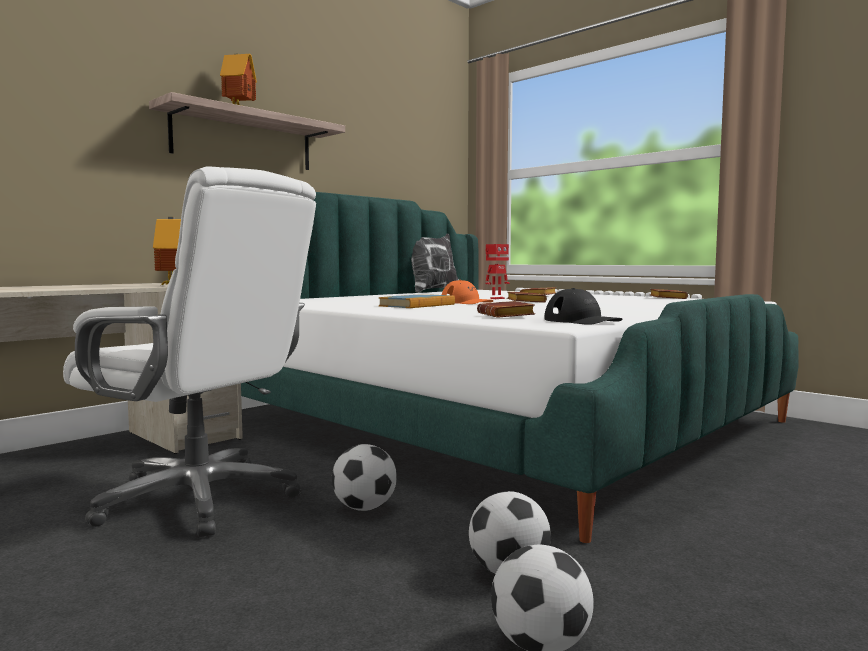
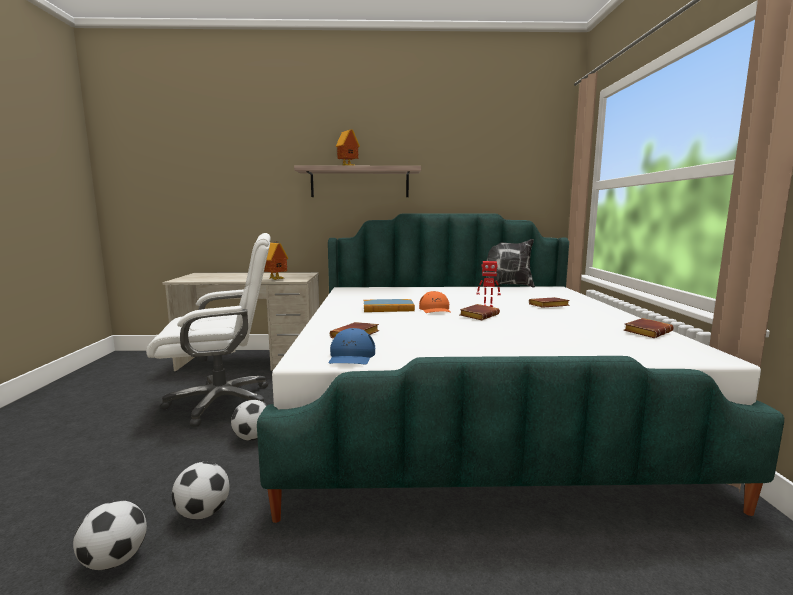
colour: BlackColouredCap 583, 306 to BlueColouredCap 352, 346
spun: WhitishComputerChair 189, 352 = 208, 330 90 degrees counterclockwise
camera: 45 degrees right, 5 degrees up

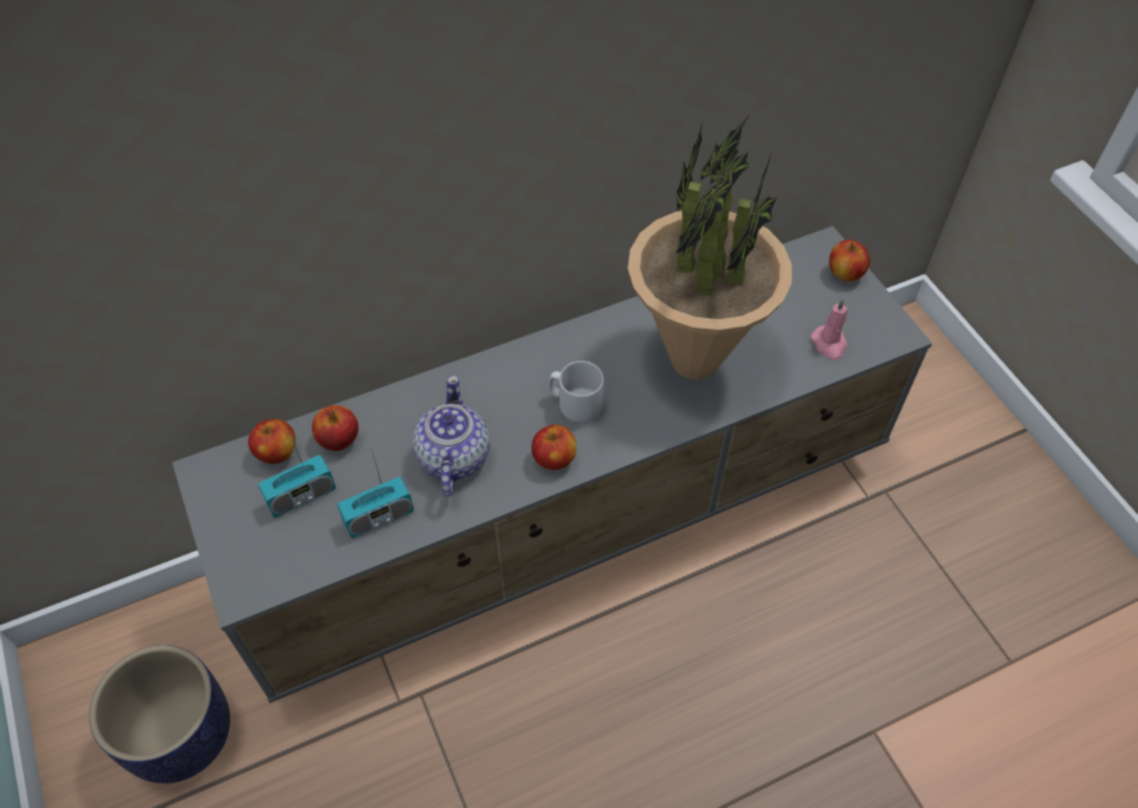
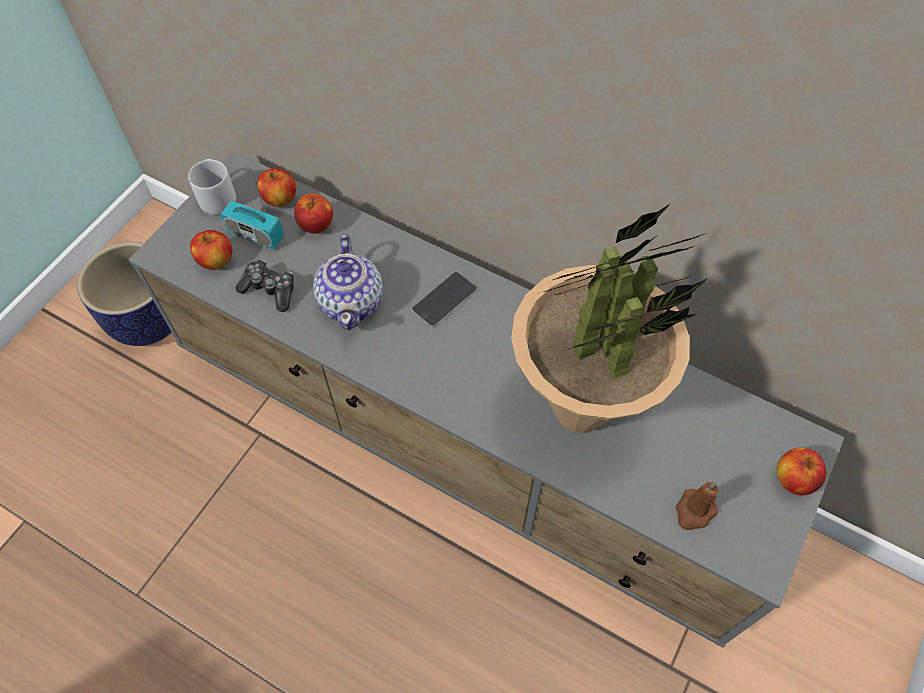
appeared: Telephone 444, 300
relocated: WholeApple 554, 447 to 211, 250; GreyishTeaMug 576, 392 to 212, 187
exchanged: RadioReceiver 375, 493 to Joypad 265, 285
colour: PinkWaxCandle 829, 329 to BrownWaxCandle 697, 506
spun: Teapot 451, 435 = 348, 282 120 degrees clockwise
camera: 55 degrees right, 5 degrees up

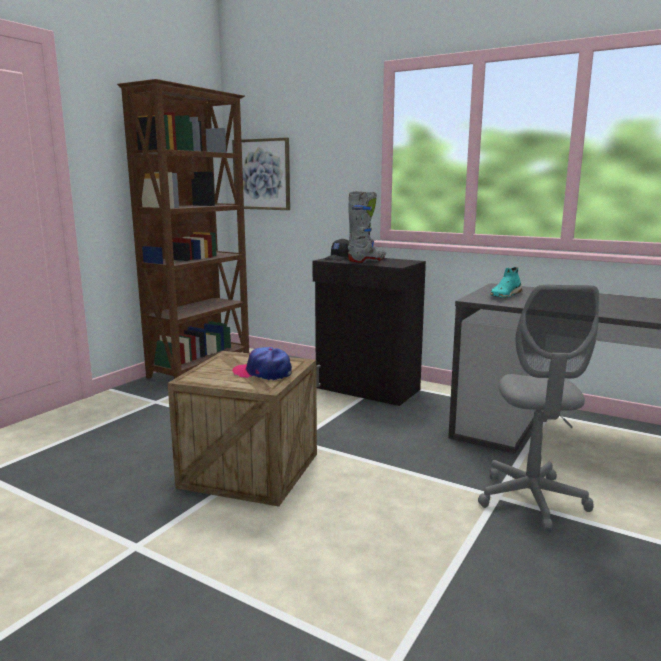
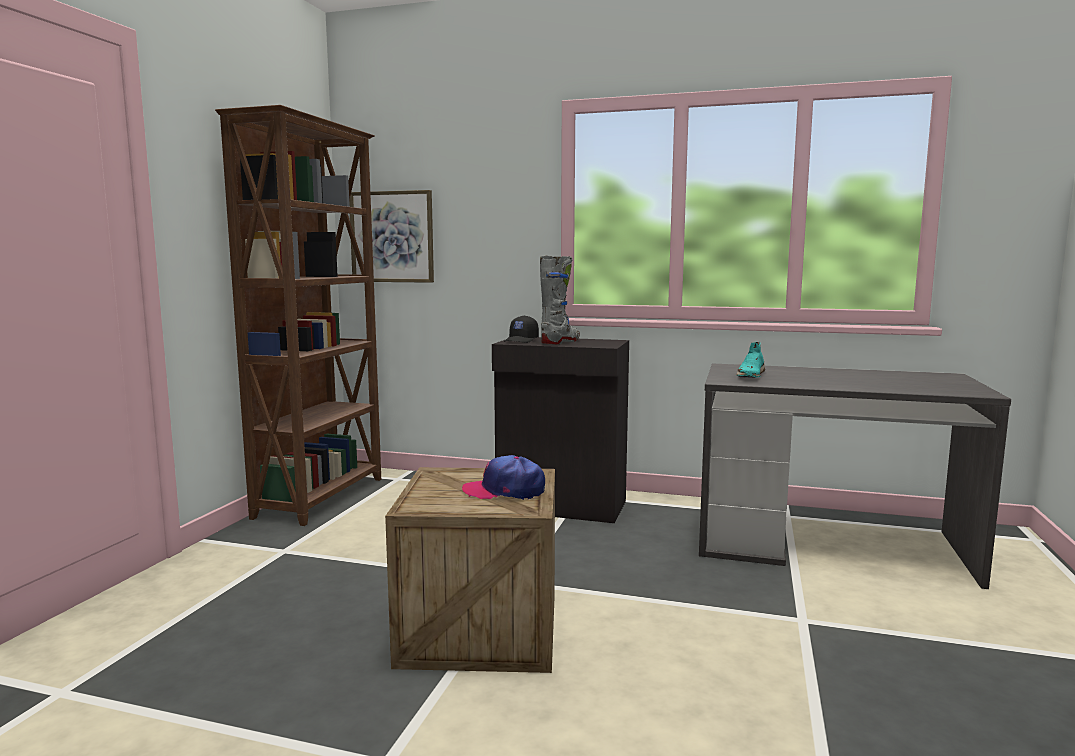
missing: GreyishComputerChair 538, 408
camera: 15 degrees left, 5 degrees down

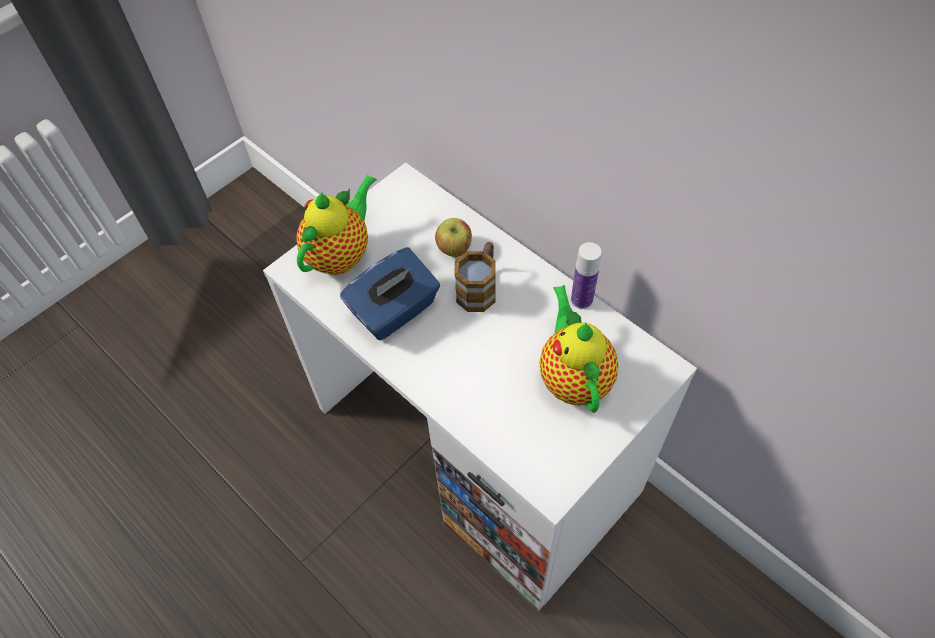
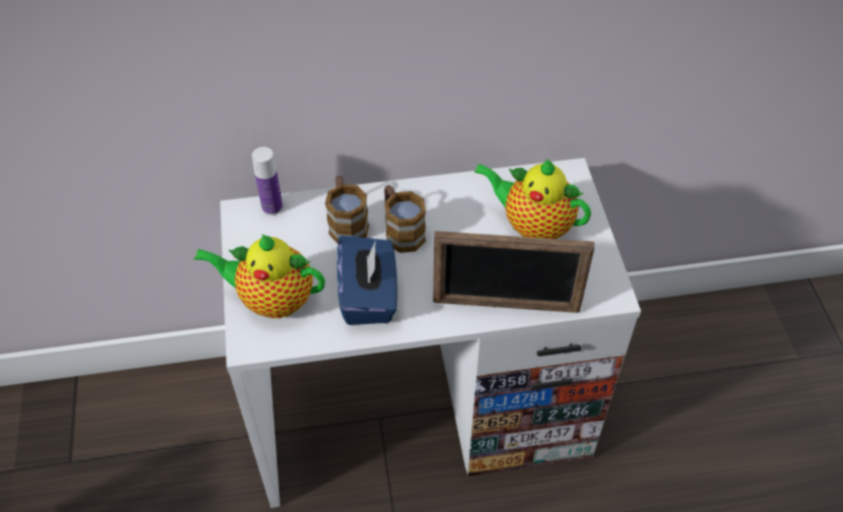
appeared: StandingFrame 514, 272
relocated: Bottle 586, 275 to 267, 181
exchanged: WholeApple 453, 237 to TeaMug 347, 210
spun: Teapot 337, 225 = 259, 276 60 degrees counterclockwise
camera: 55 degrees left, 5 degrees down

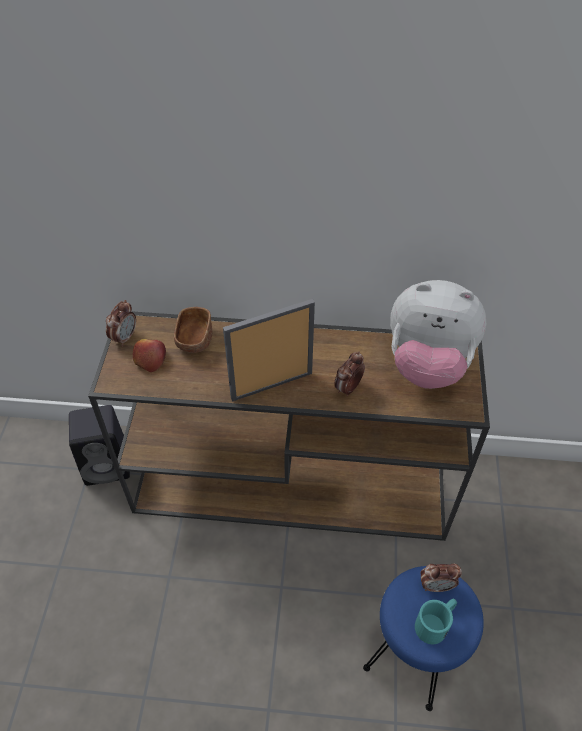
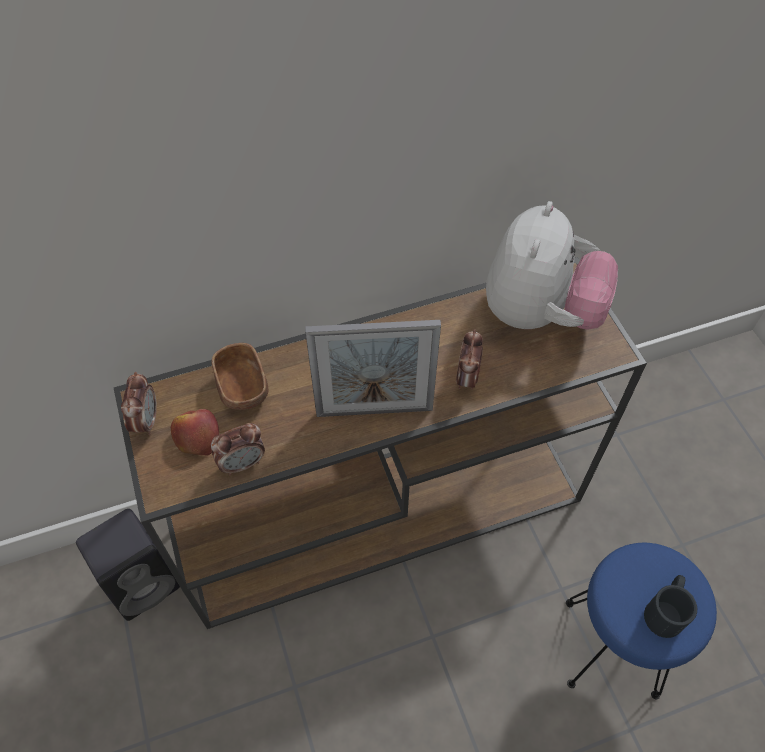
relocated: BedsideClock 441, 577 to 238, 449
colour: TurquoiseTeaMug 436, 621 to BlackColouredTeaMug 670, 606
spun: StandingFrame 269, 350 = 373, 368 135 degrees counterclockwise; PlushToy 438, 334 = 552, 265 60 degrees counterclockwise
camera: 25 degrees left, 5 degrees up

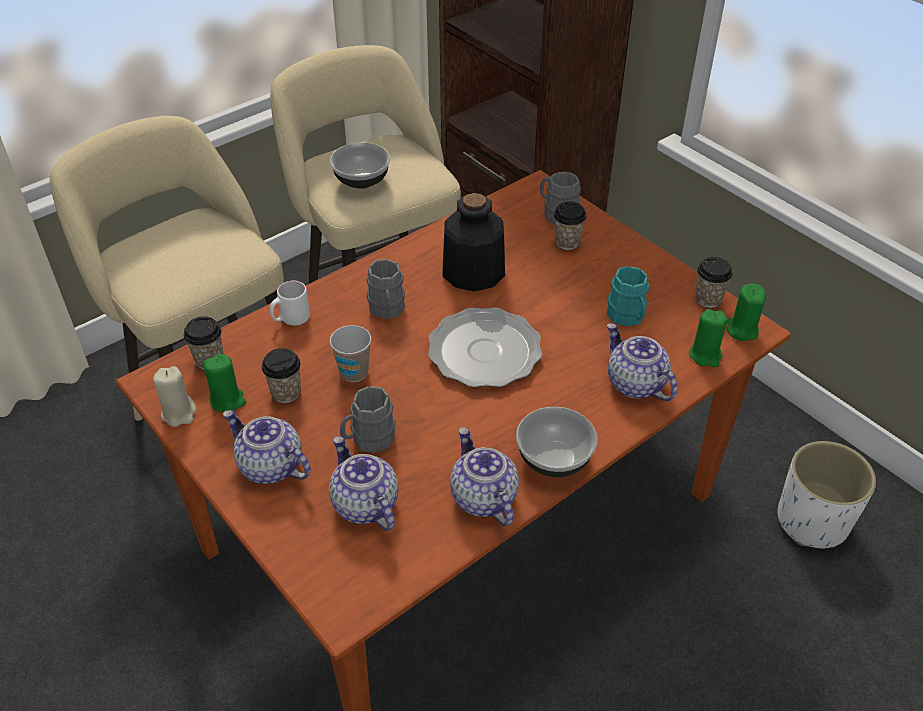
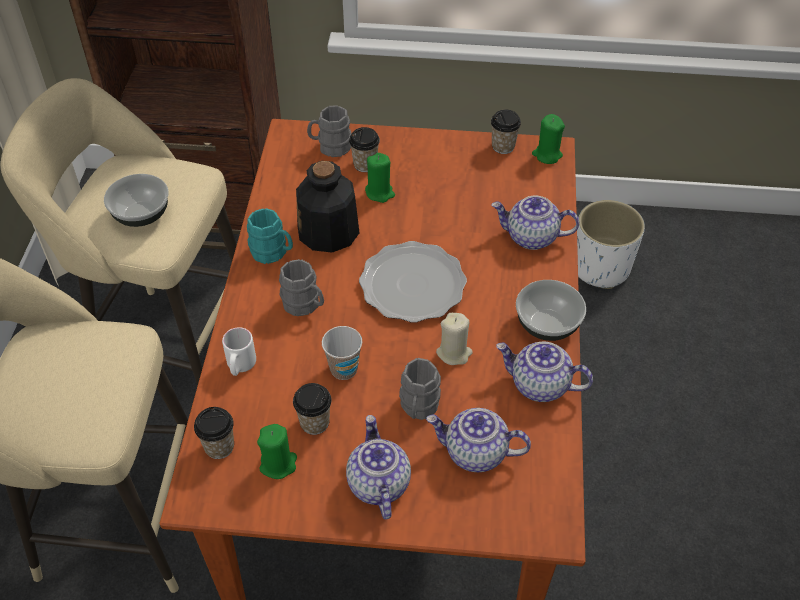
relocated: BeigeWaxCandle 174, 396 to 454, 339; TurquoiseTeaMug 628, 296 to 270, 236; GreenishWaxCandle 708, 338 to 380, 178
spun: Teapot 267, 447 = 378, 467 90 degrees clockwise
camera: 45 degrees left, 5 degrees up

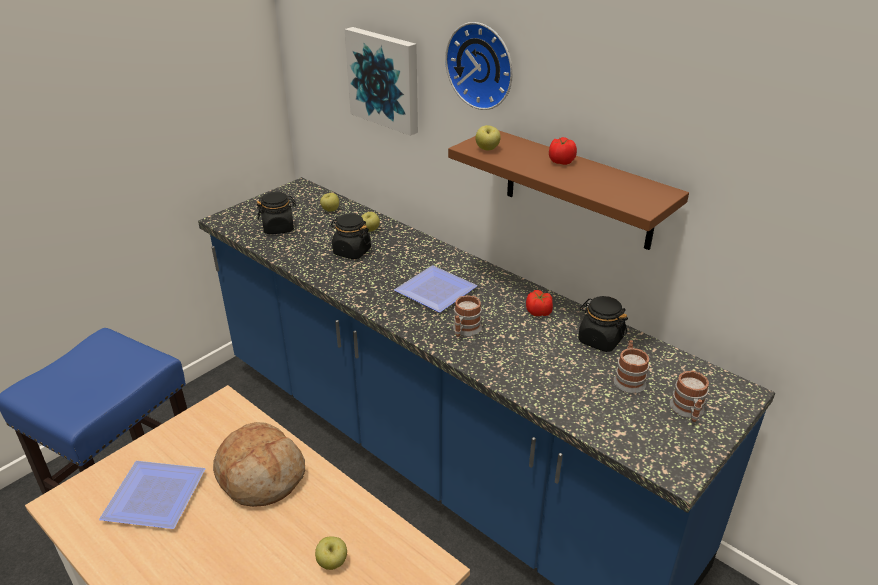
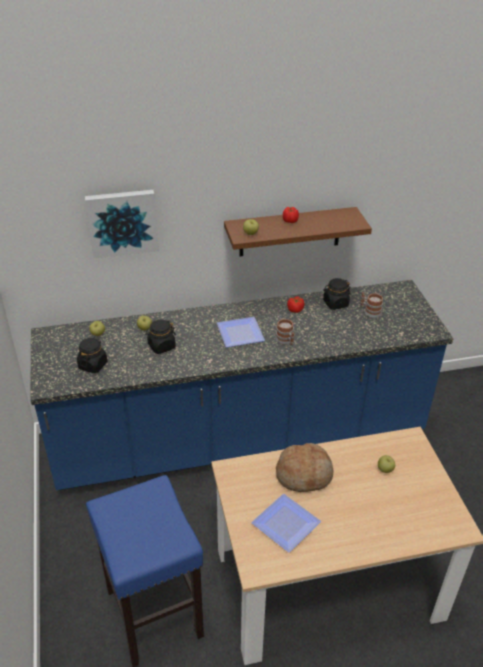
missing: HangingClock 479, 66; TeaMug 689, 396
camera: 55 degrees left, 5 degrees up

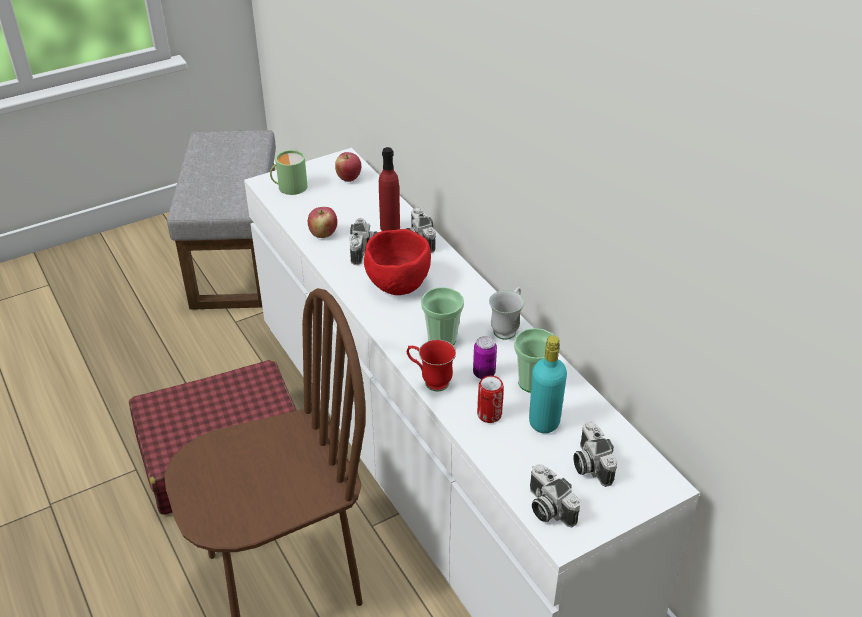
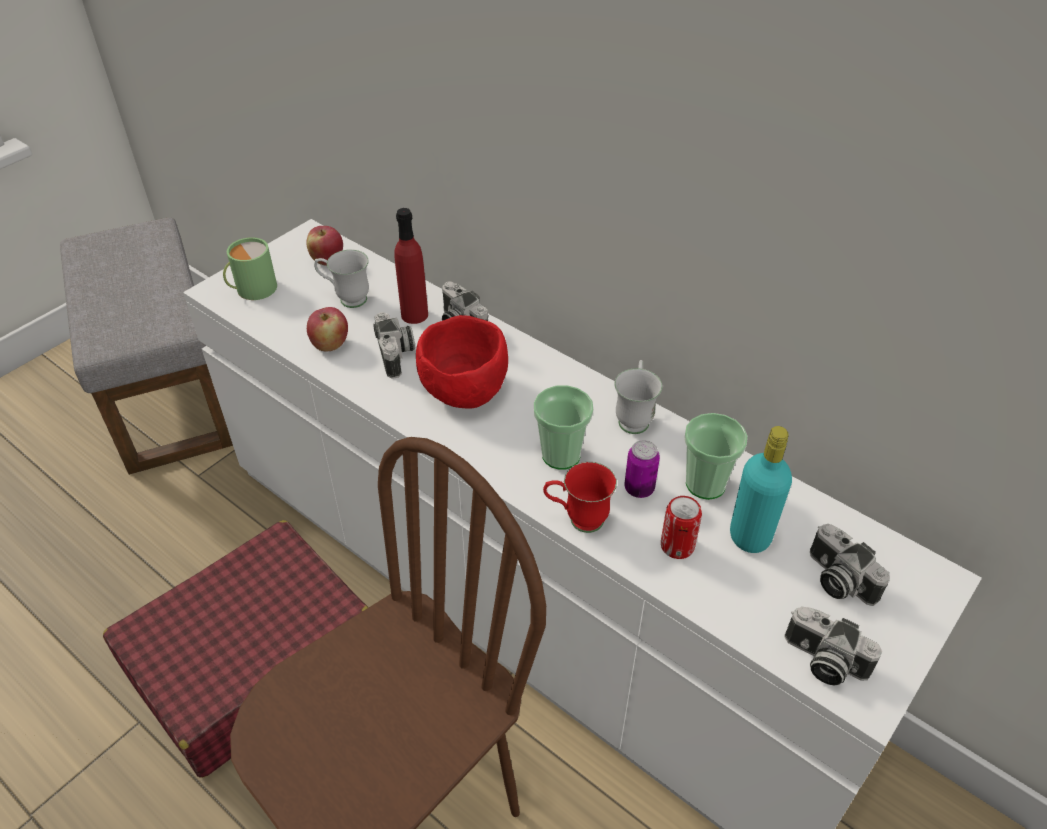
appeared: WhitishTeaMug 341, 279
camera: 20 degrees left, 5 degrees up

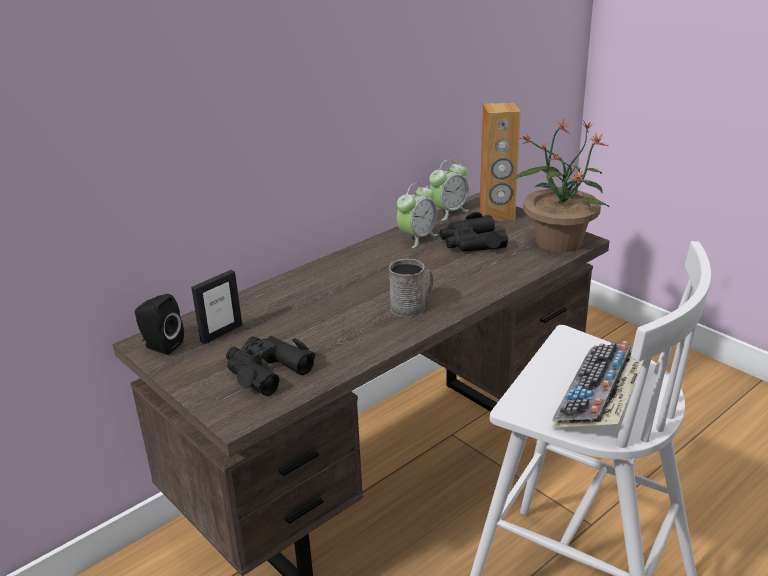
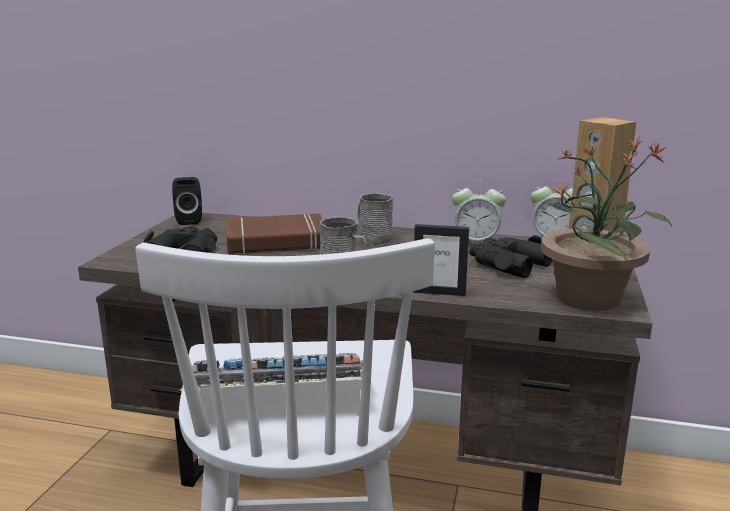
appeared: BrownVolume 274, 233; GreyishTeaMug 375, 219
relocated: StandingFrame 216, 307 to 441, 260
camera: 55 degrees right, 10 degrees down

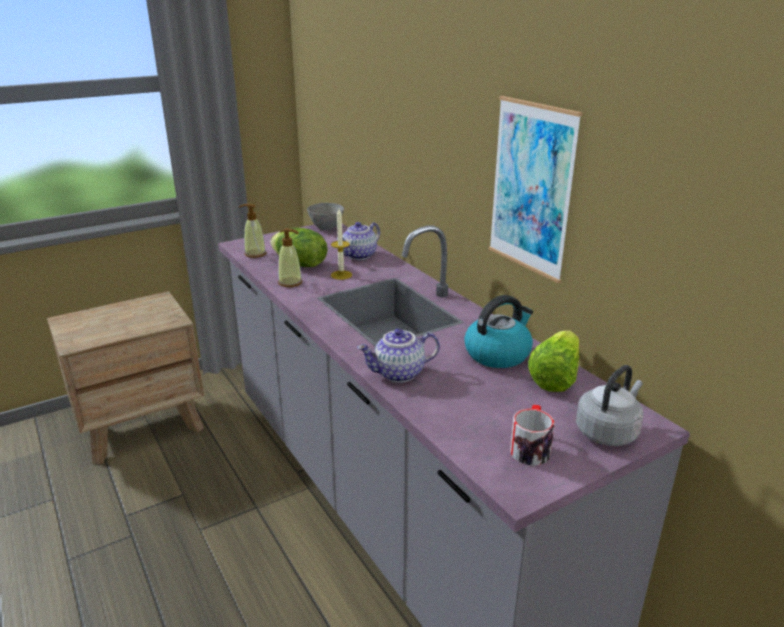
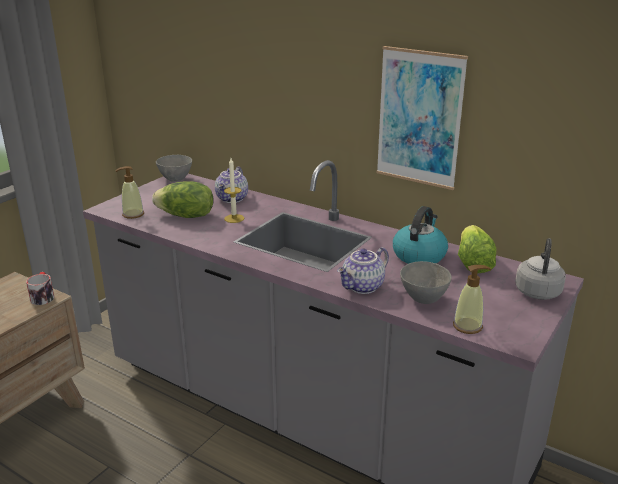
appeared: GreyishDeepDish 426, 282
relocated: SoapDispenser 290, 257 to 472, 299; TeaMug 532, 435 to 40, 288
camera: 25 degrees left, 0 degrees up

